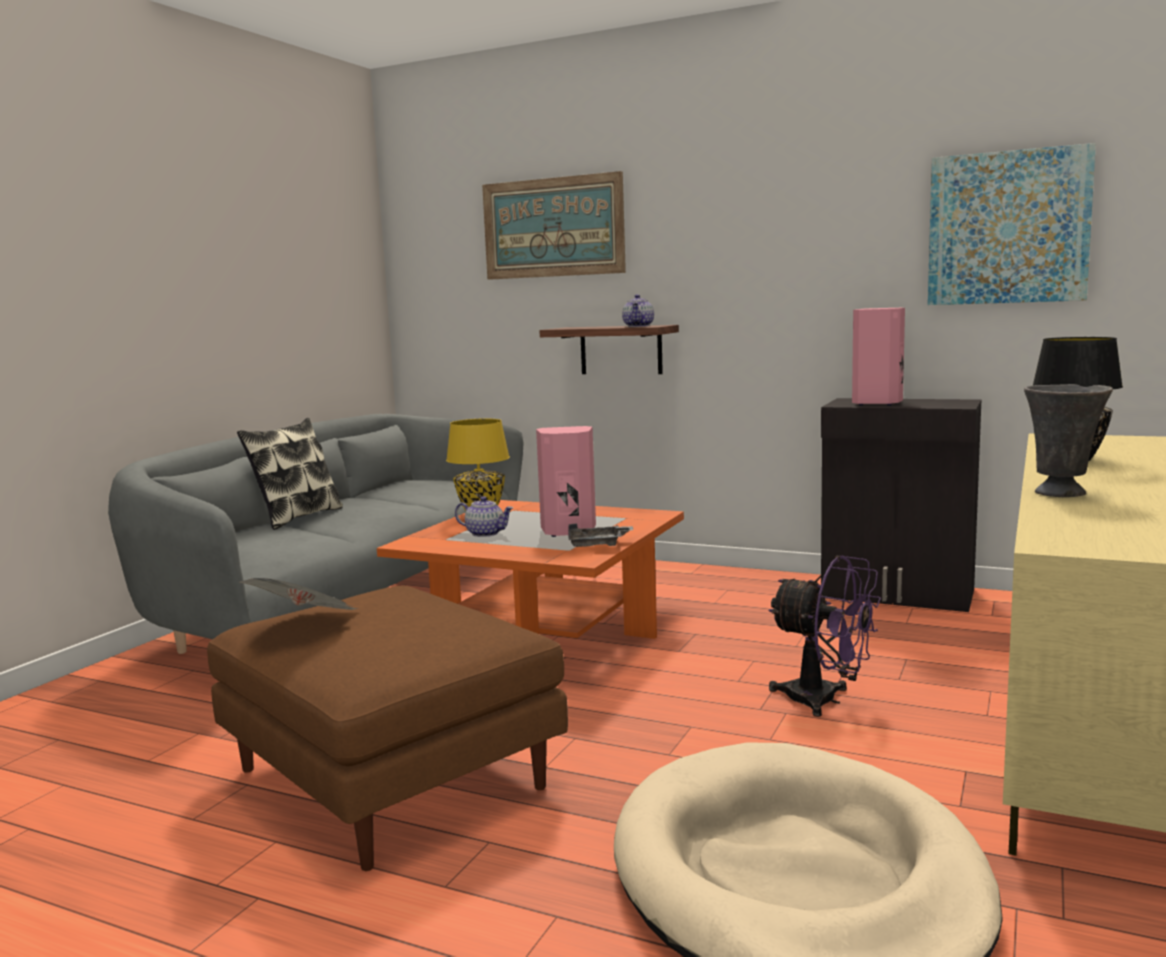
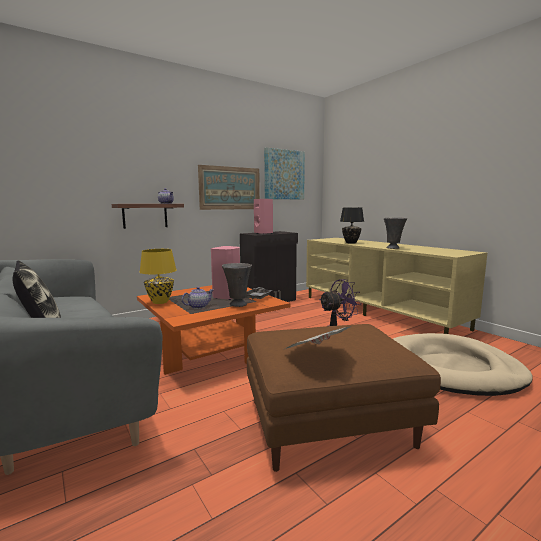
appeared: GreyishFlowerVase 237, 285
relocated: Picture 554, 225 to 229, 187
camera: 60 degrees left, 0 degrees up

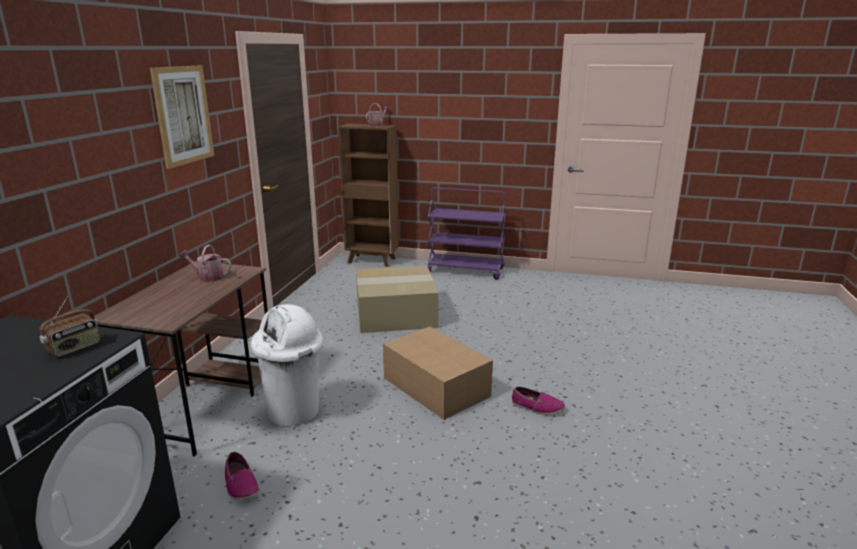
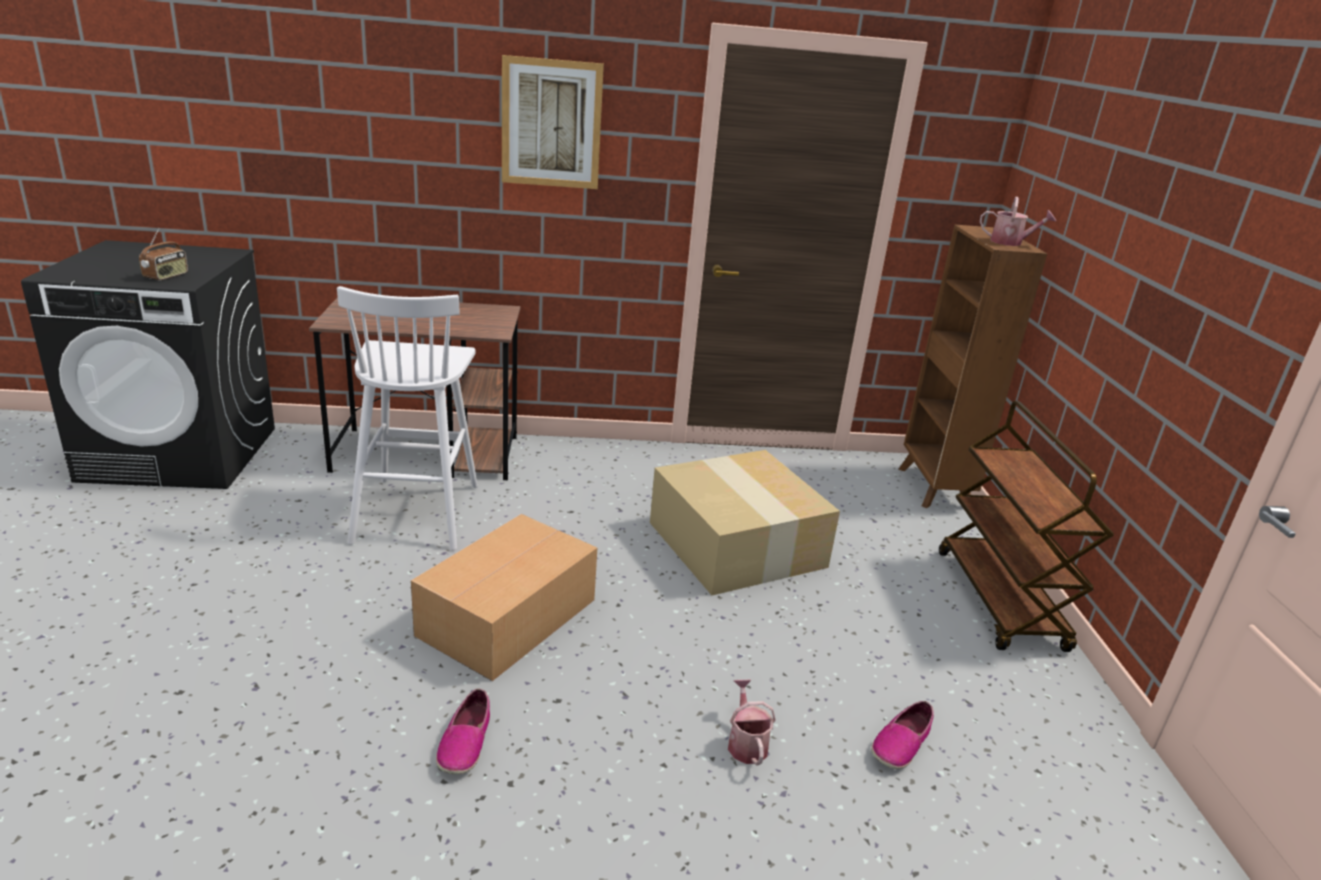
relocated: WateringCan 205, 263 to 752, 722; Shoe 242, 476 to 902, 735
exchanged: WhitishRubbishBin 287, 365 to WhitishSittingStool 407, 418
colour: PurpleWheeledCart 466, 233 to BrownWheeledCart 1026, 526
spun: RadioReceiver 70, 326 = 163, 254 90 degrees counterclockwise
camera: 70 degrees right, 5 degrees up

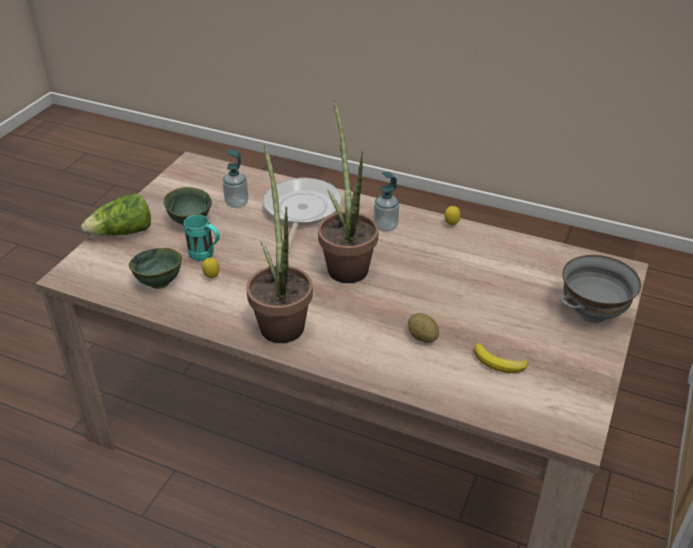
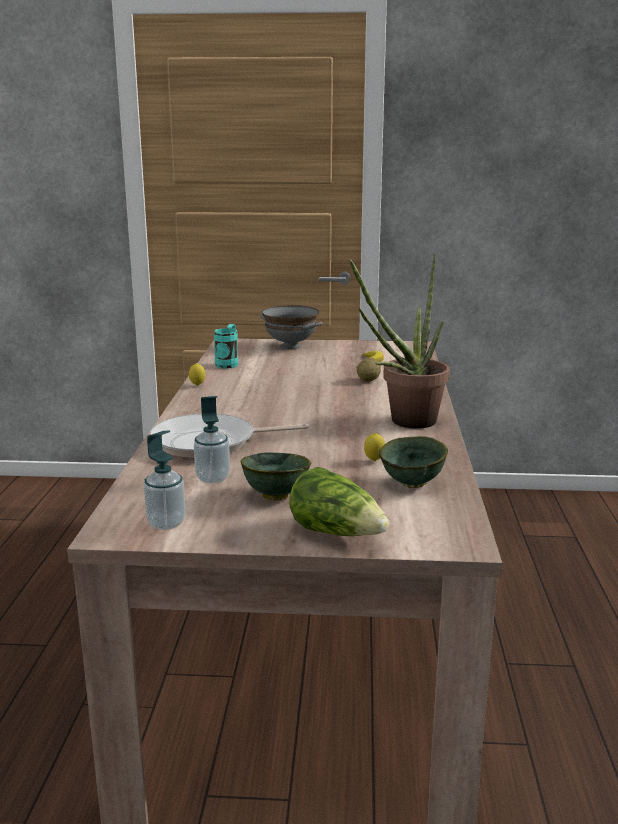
missing: PottedPlant 348, 191
relocated: TurquoiseTeaMug 202, 238 to 226, 346; SoapDispenser 386, 202 to 165, 480
camera: 110 degrees left, 20 degrees down

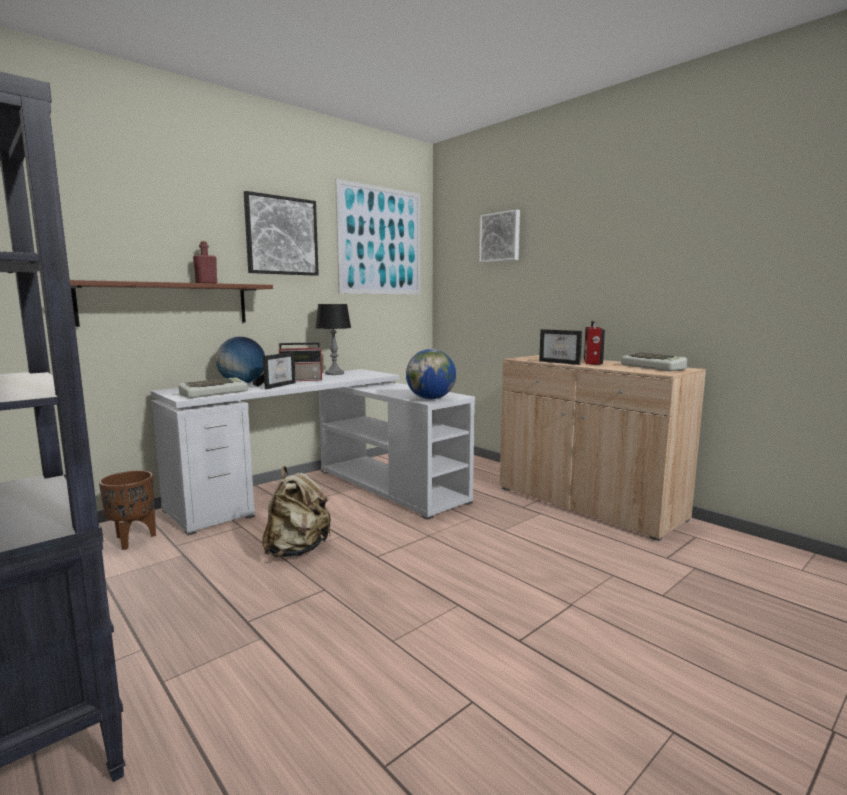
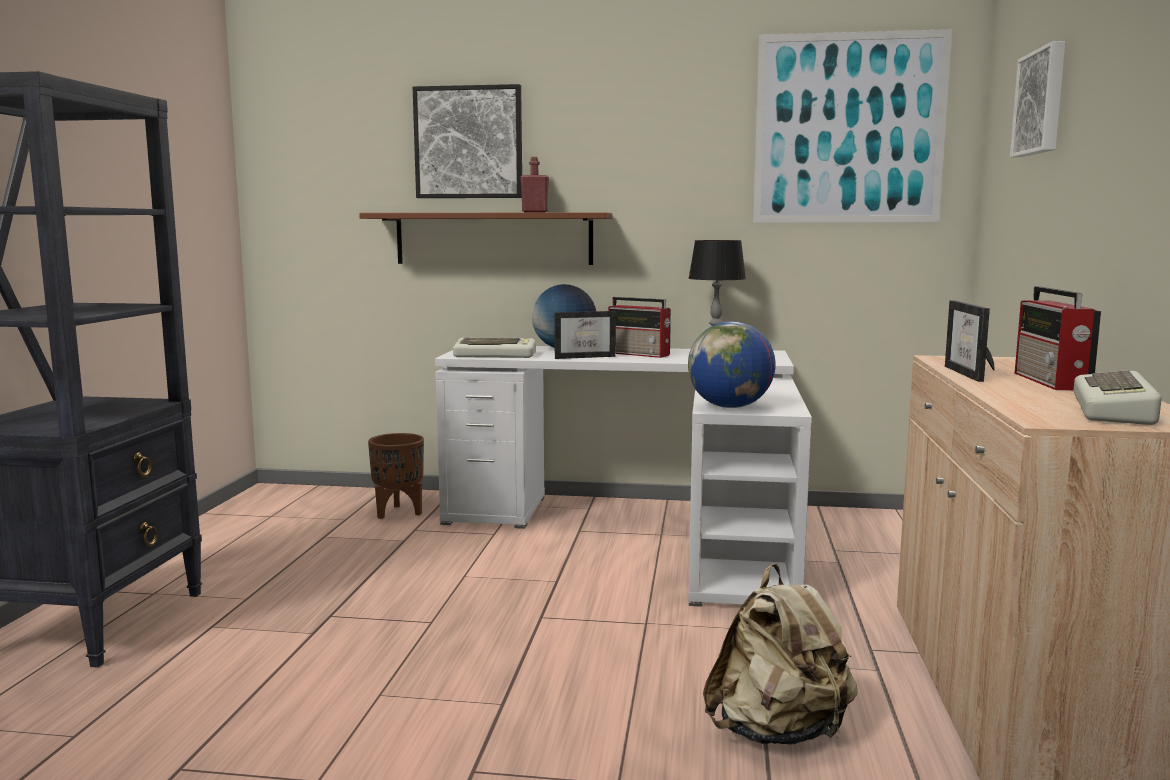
relocated: Picture 281, 233 to 467, 141; BeigeRucksack 296, 511 to 780, 654
spun: RadioReceiver 594, 343 = 1058, 338 60 degrees counterclockwise
camera: 50 degrees right, 0 degrees up

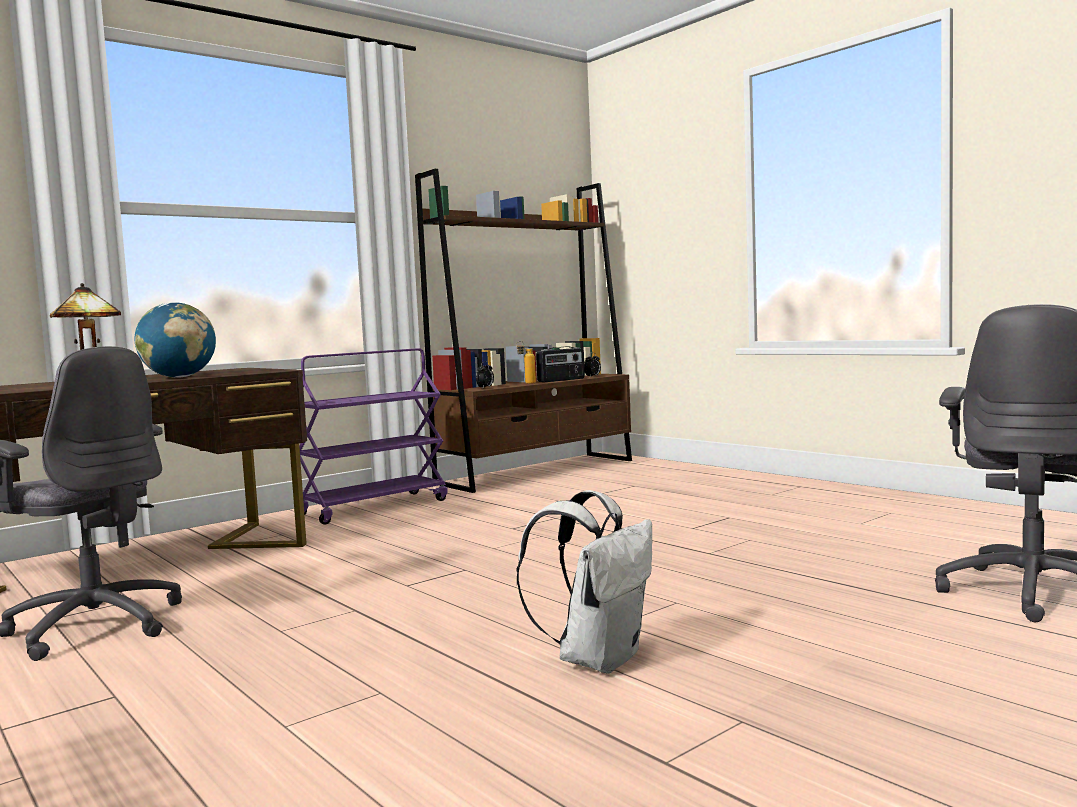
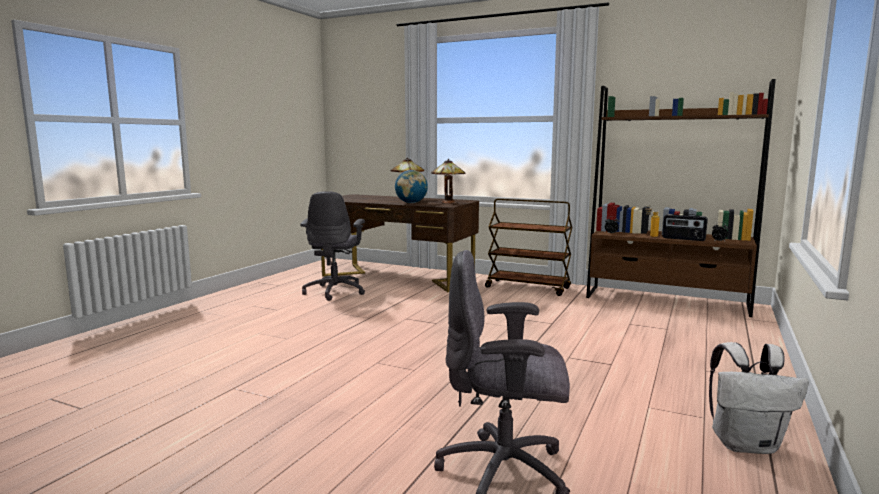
appeared: TableLamp 448, 181
relocated: WhitishRucksack 584, 581 to 759, 398
colour: PurpleWheeledCart 373, 436 to BrownWheeledCart 528, 247
camera: 65 degrees right, 5 degrees up

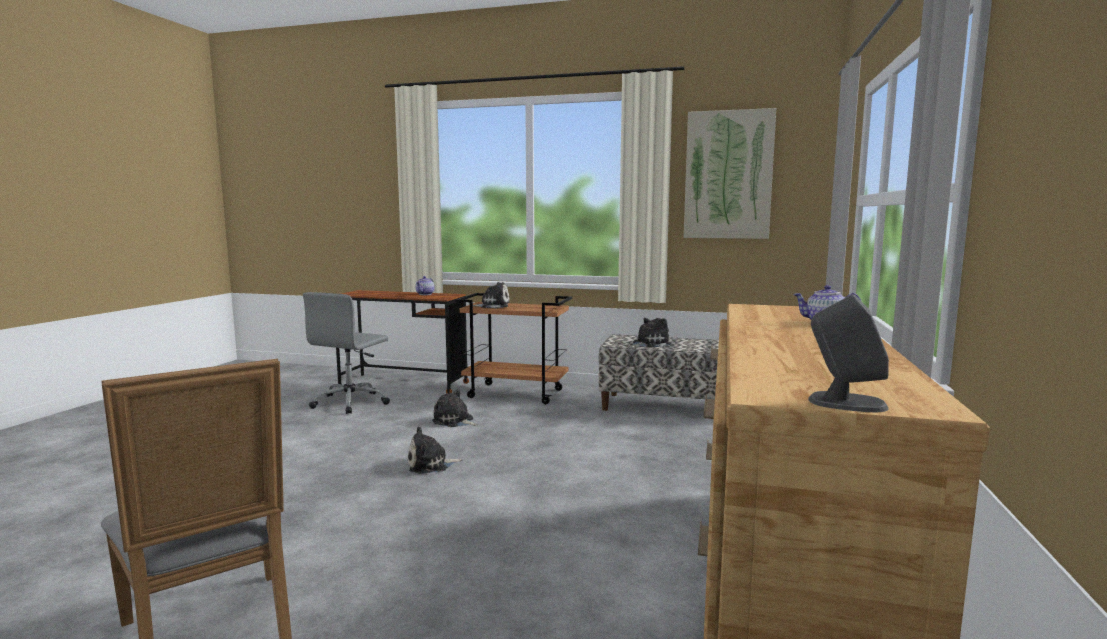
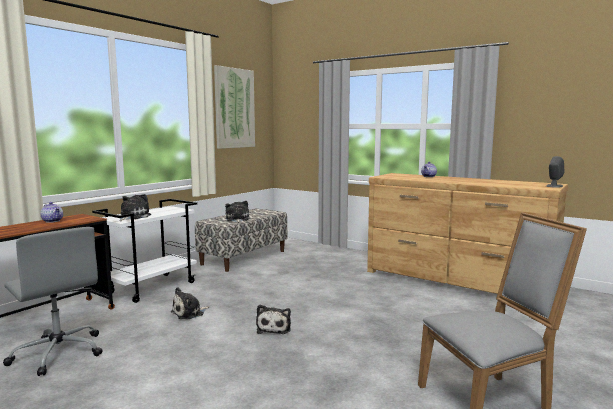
colour: BrownWheeledCart 514, 348 to WhitishWheeledCart 144, 251
camera: 70 degrees left, 0 degrees up

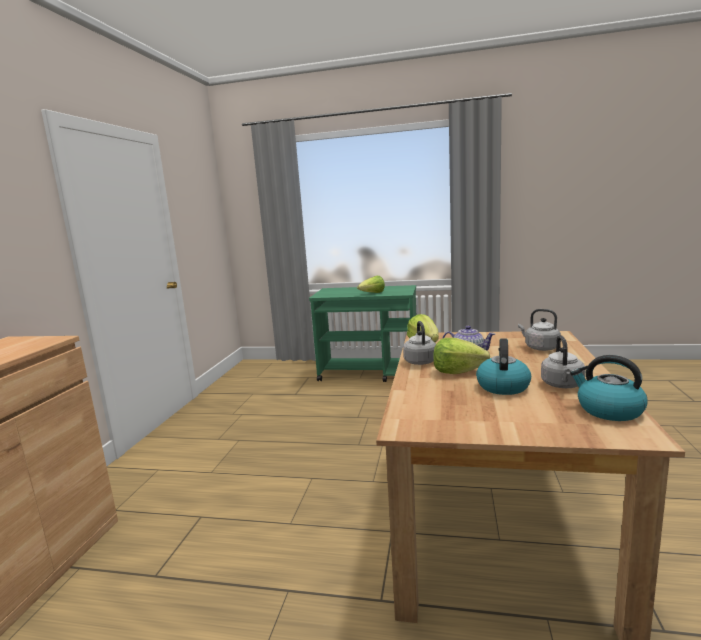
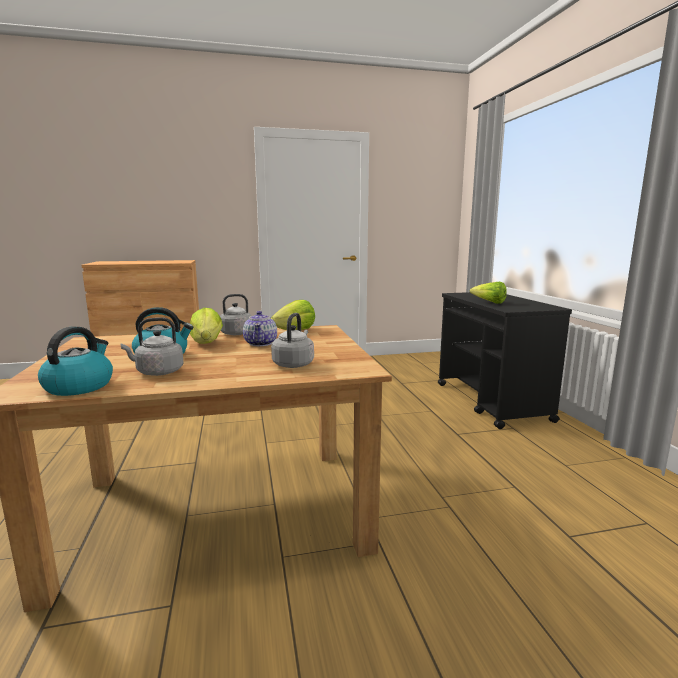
colour: GreenishWheeledCart 362, 333 to BlackColouredWheeledCart 505, 360
camera: 65 degrees right, 0 degrees up

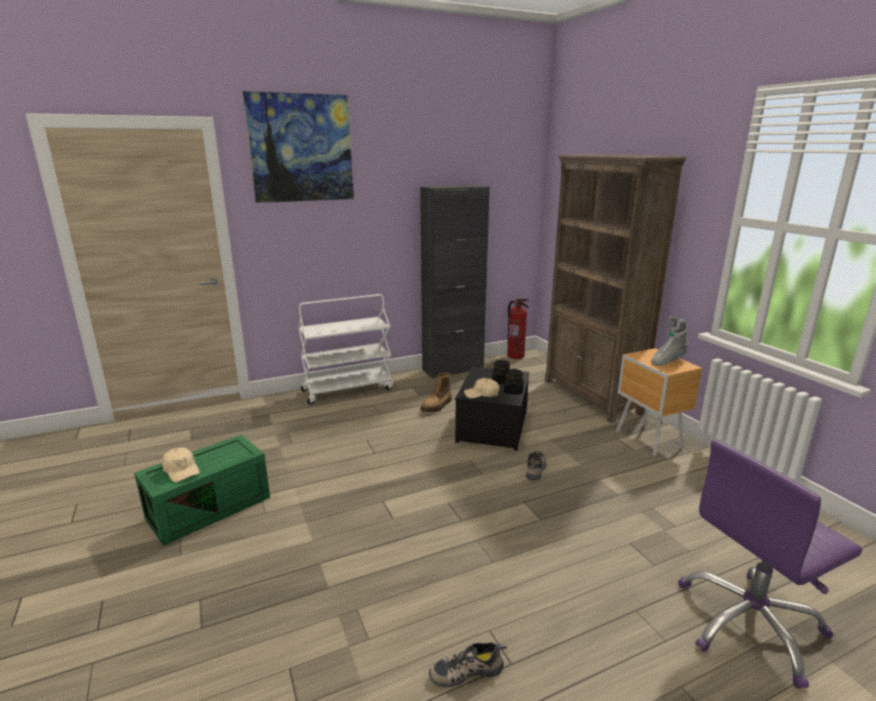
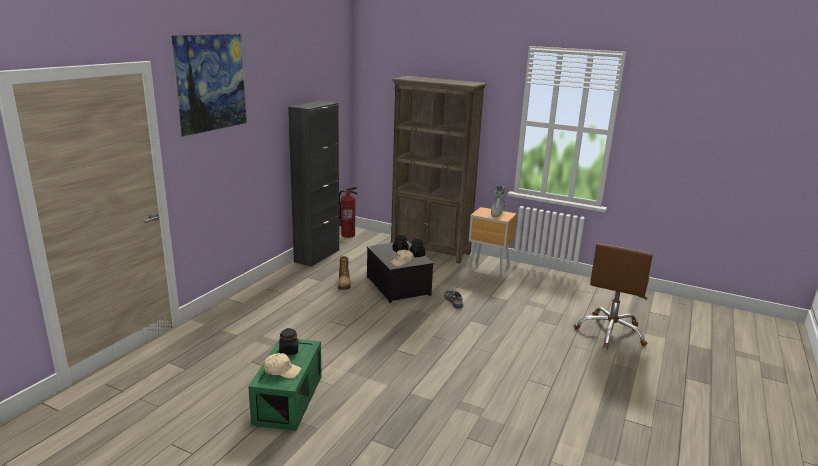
missing: WhitishWheeledCart 345, 349; Shoe 468, 664
appeared: BlackColouredStorageJar 288, 341
colour: PurpleComputerChair 770, 564 to BrownComputerChair 613, 296
camera: 40 degrees left, 0 degrees up

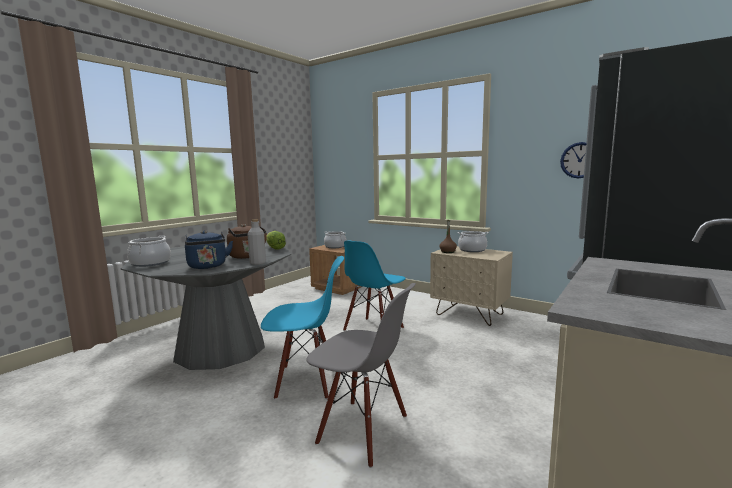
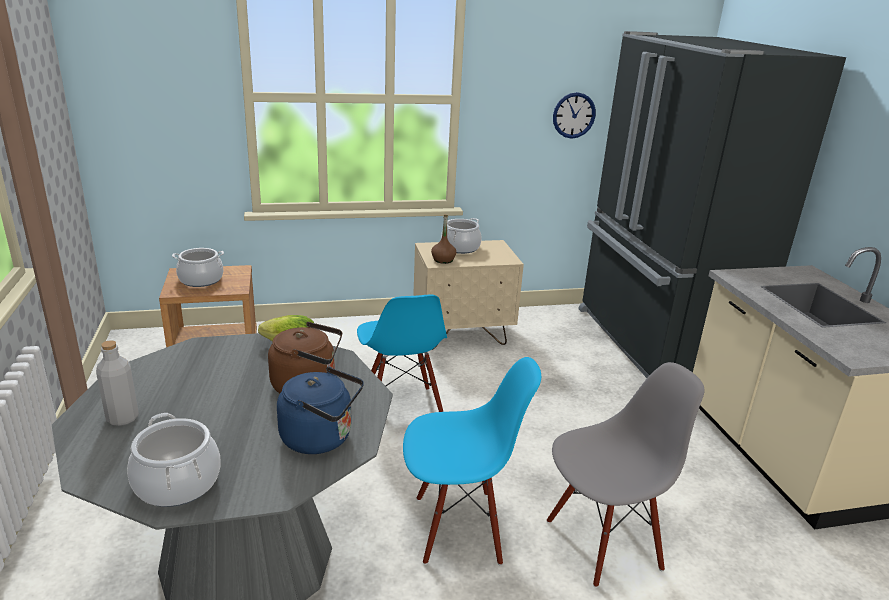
relocated: GreyishBottle 257, 242 to 117, 383
spun: BlueColouredUprightChair 302, 328 = 472, 461 45 degrees clockwise
camera: 50 degrees left, 15 degrees up

